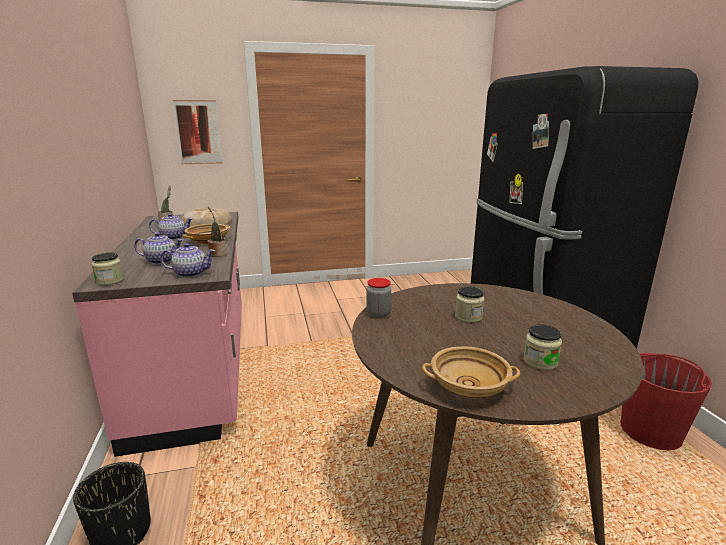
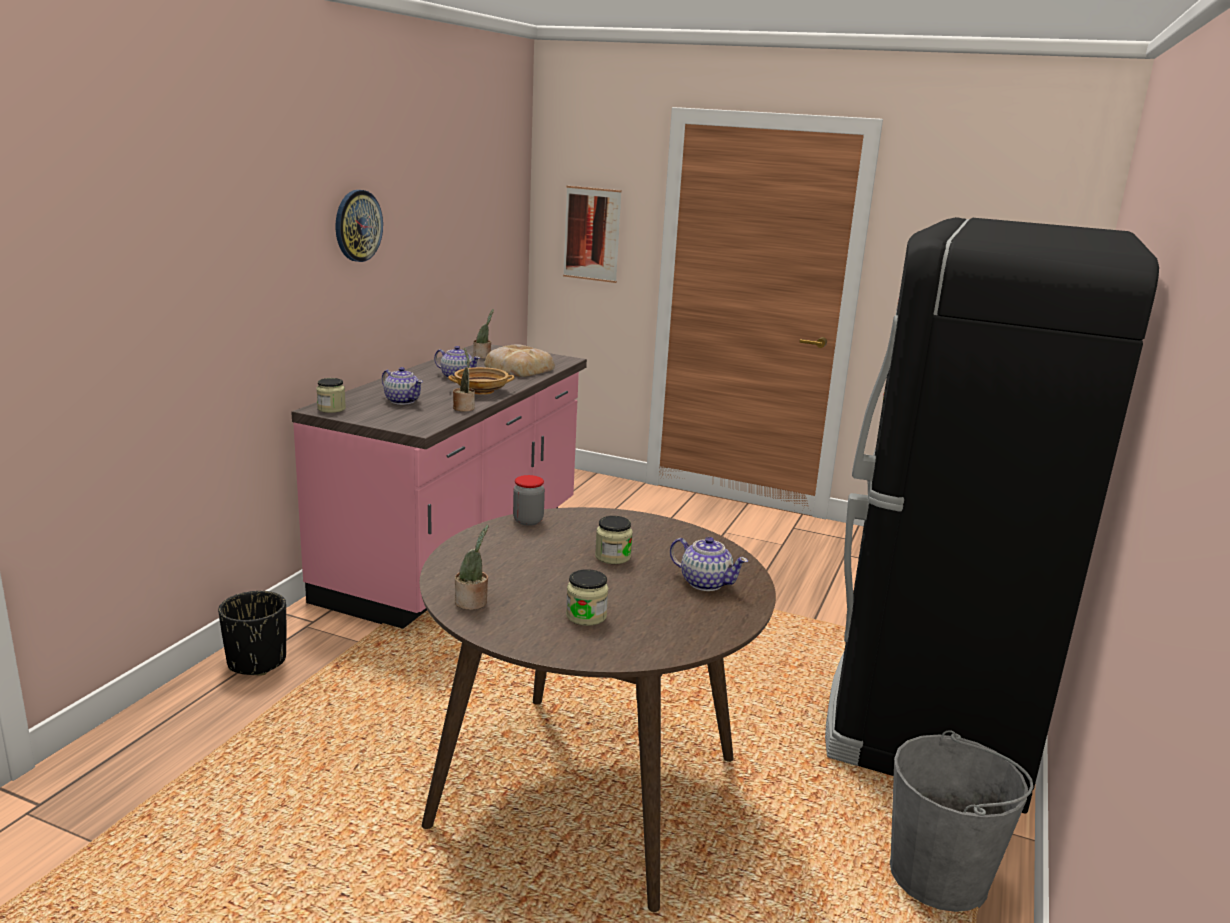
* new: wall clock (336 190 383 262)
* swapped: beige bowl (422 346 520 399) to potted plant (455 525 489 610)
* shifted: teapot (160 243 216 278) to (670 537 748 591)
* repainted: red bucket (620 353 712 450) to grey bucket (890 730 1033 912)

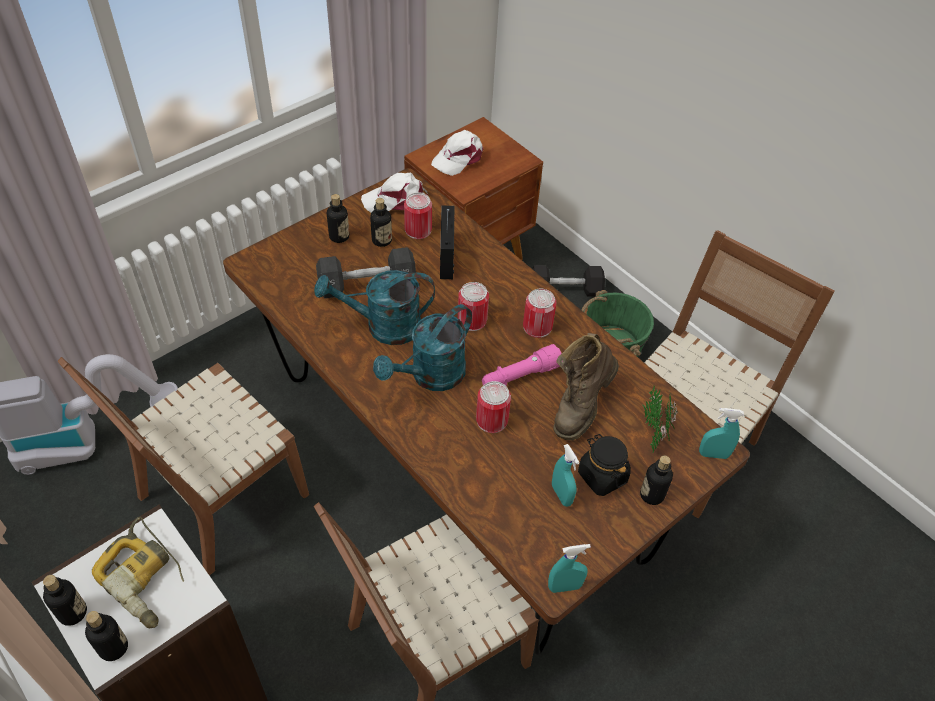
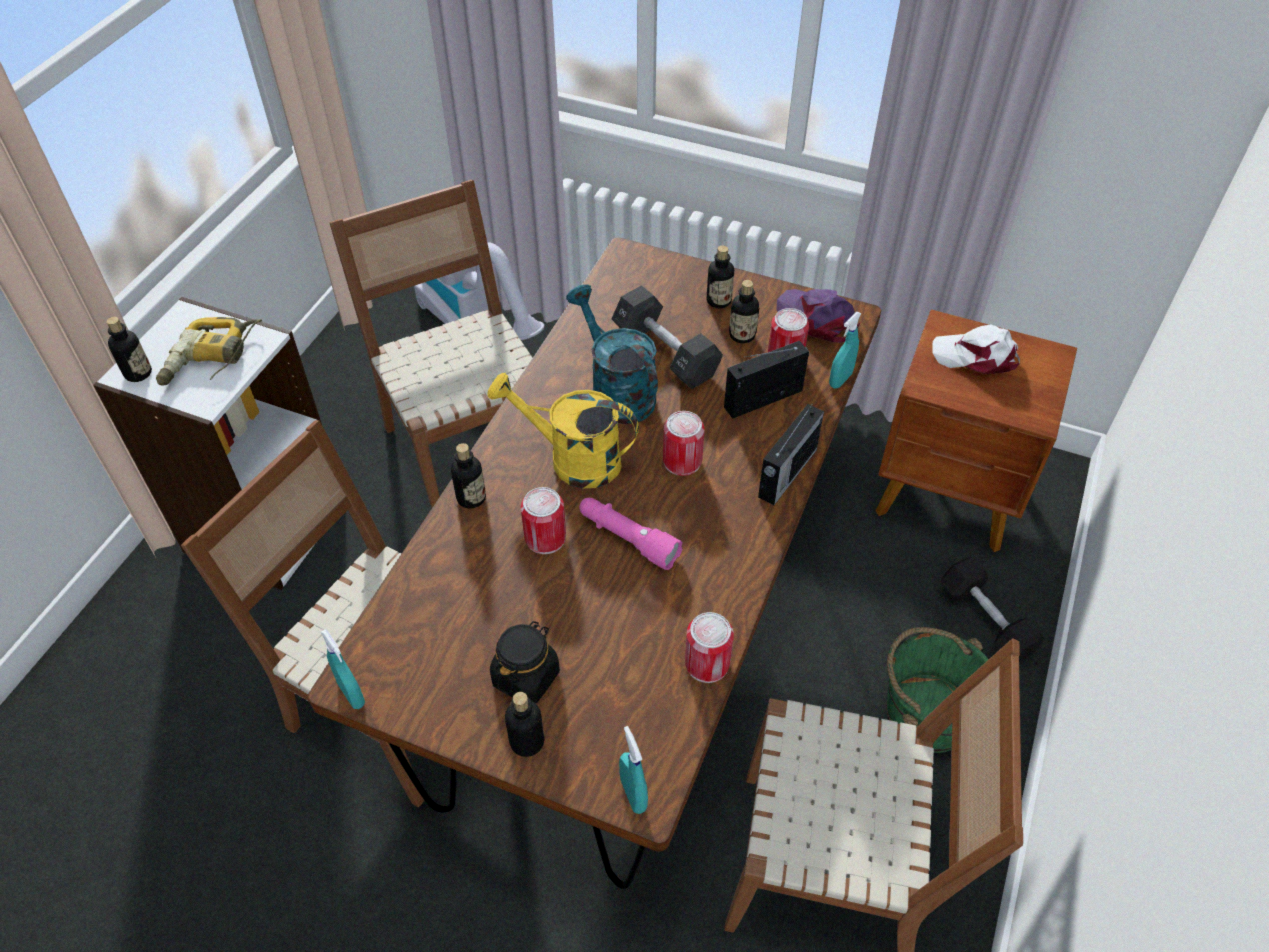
* rotated: chair (57 357 309 576) = (330 180 533 508) 45 degrees clockwise
* shifted: bottle (43 575 87 626) to (451 443 486 509)
* repainted: turquoise watering can (373 304 472 391) to yellow watering can (487 373 639 488)
* shifted: can (523 289 557 338) to (685 612 734 683)
* new: radio (758 403 824 505)
* repainted: white cap (361 173 428 213) to purple cap (777 289 860 343)
* shifted: turquoise spray bottle (552 444 580 507) to (829 312 861 389)
* gone: brown boot (553 333 619 440)
* gone: potted plant (642 386 678 454)

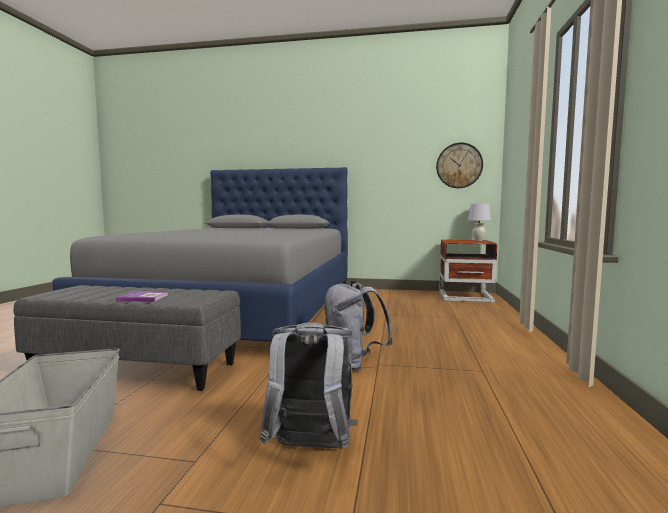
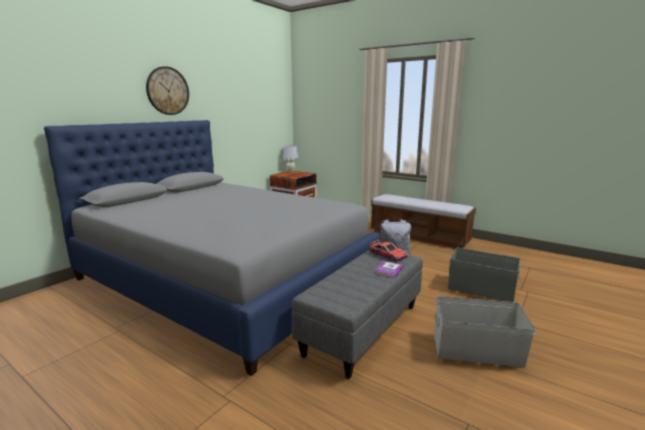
* shifted: wall clock (436 142 483 188) to (146 66 189 115)
* new: bench (370 194 476 248)
* new: toy car (370 240 407 262)
* swapped: grey backpack (260 322 357 448) to grey storage box (448 248 520 302)

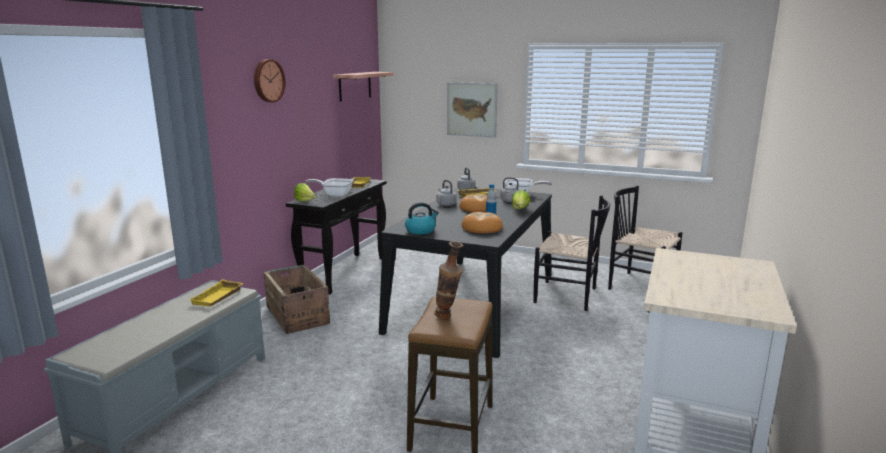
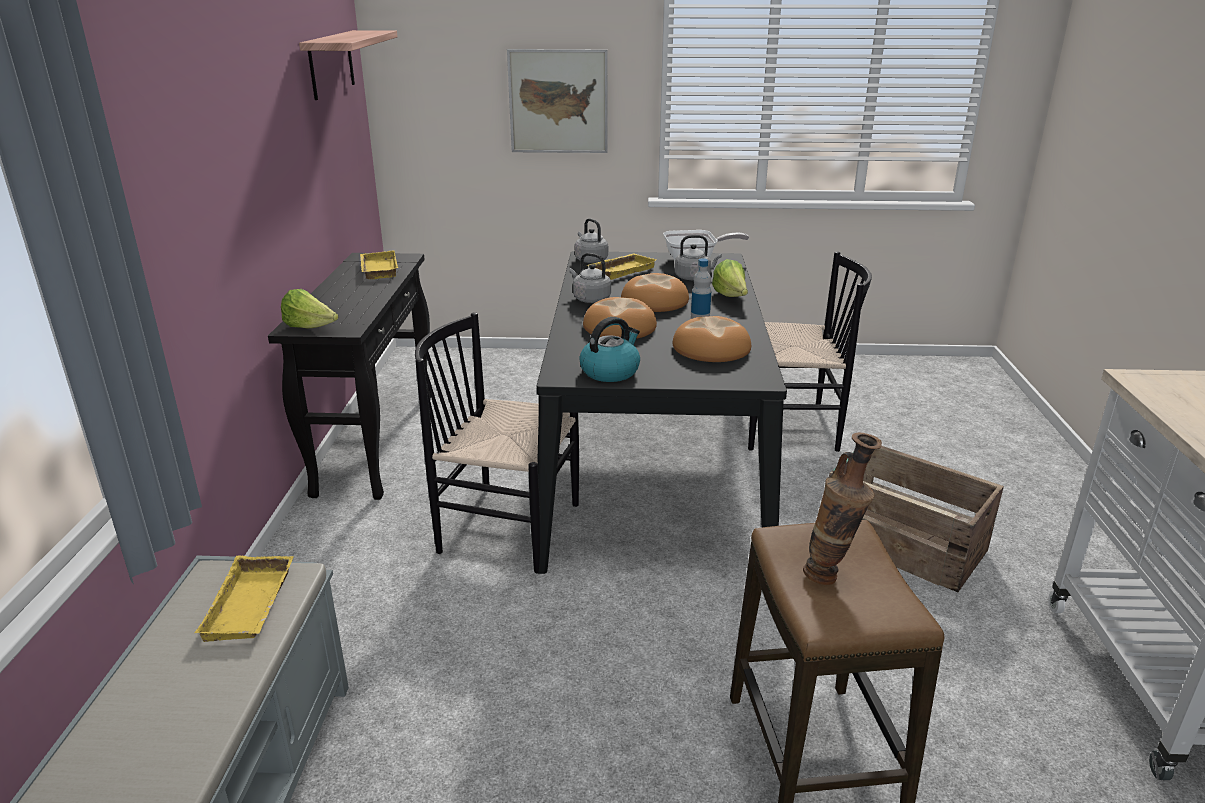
* shifted: black chair (608 186 682 290) to (415 312 579 573)
* new: bread (583 297 657 339)
* shifted: crate (263 265 330 334) to (829 446 1004 592)
* gone: wall clock (254 59 285 102)
* gone: frying pan (305 178 354 197)

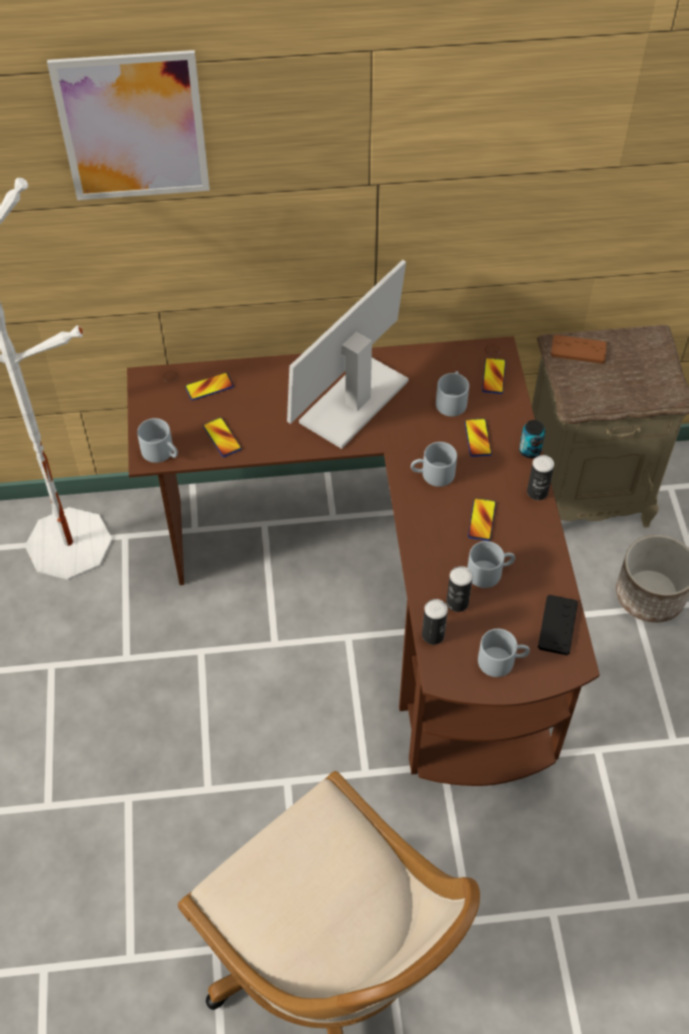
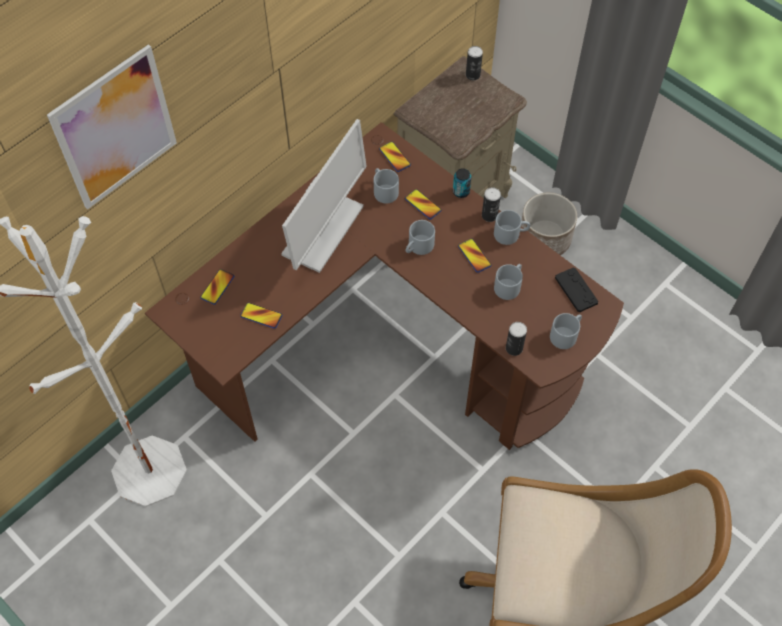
* rotated: monitor (287 260 409 449) = (281 119 367 273) 150 degrees counterclockwise
* shifted: can (446 566 473 612) to (466 46 483 80)
* shifted: grey mug (137 418 178 463) to (494 210 530 245)
* gone: brown game controller (551 335 607 364)

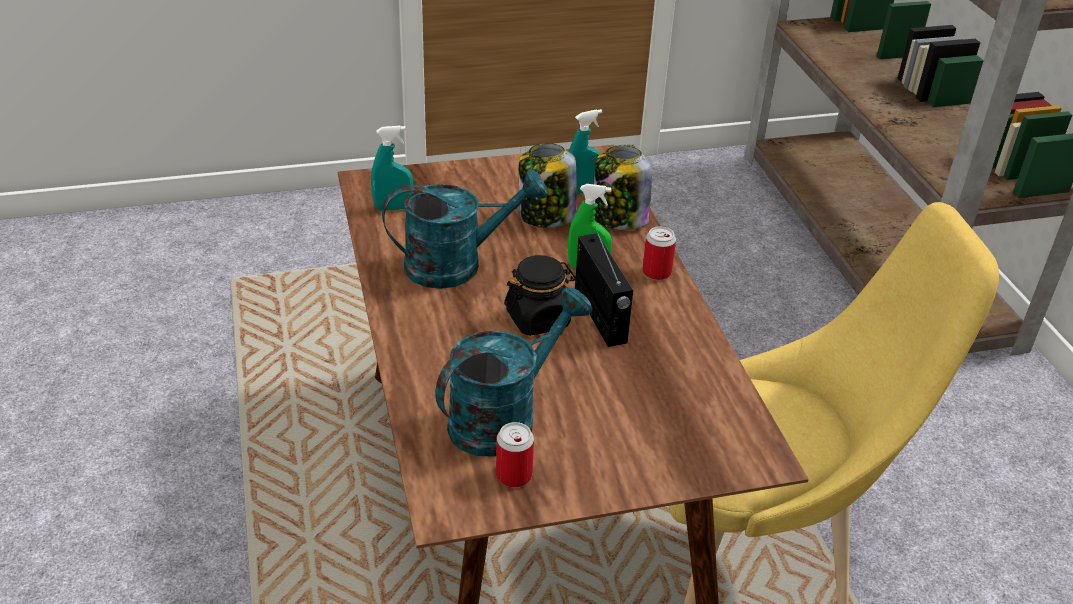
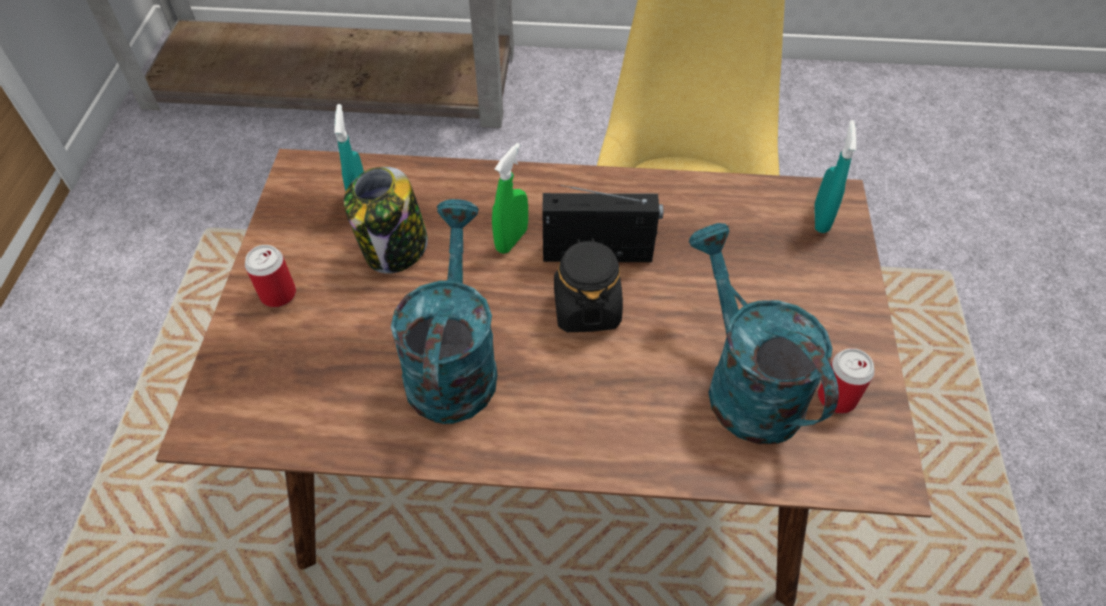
* shifted: can (642 226 676 280) to (245 245 296 307)
* shifted: turquoise spray bottle (371 126 413 211) to (814 120 857 233)
* gone: jar (594 145 652 230)

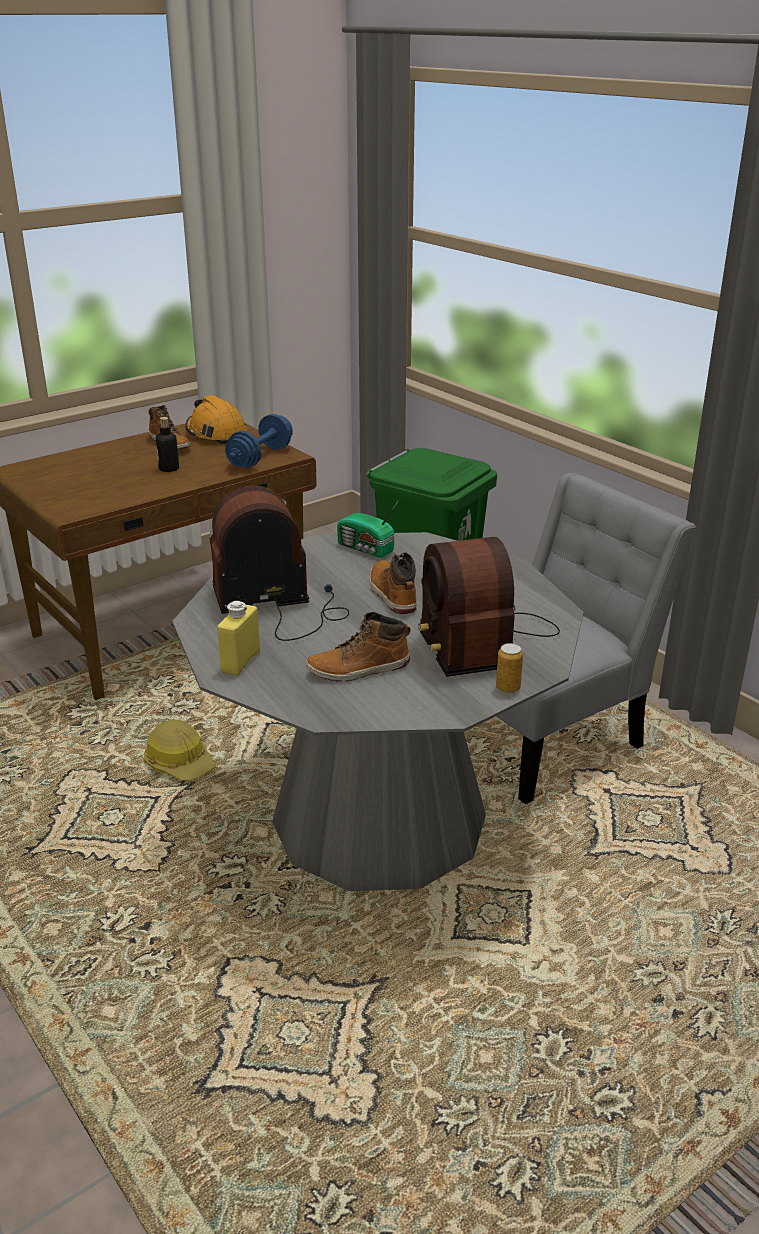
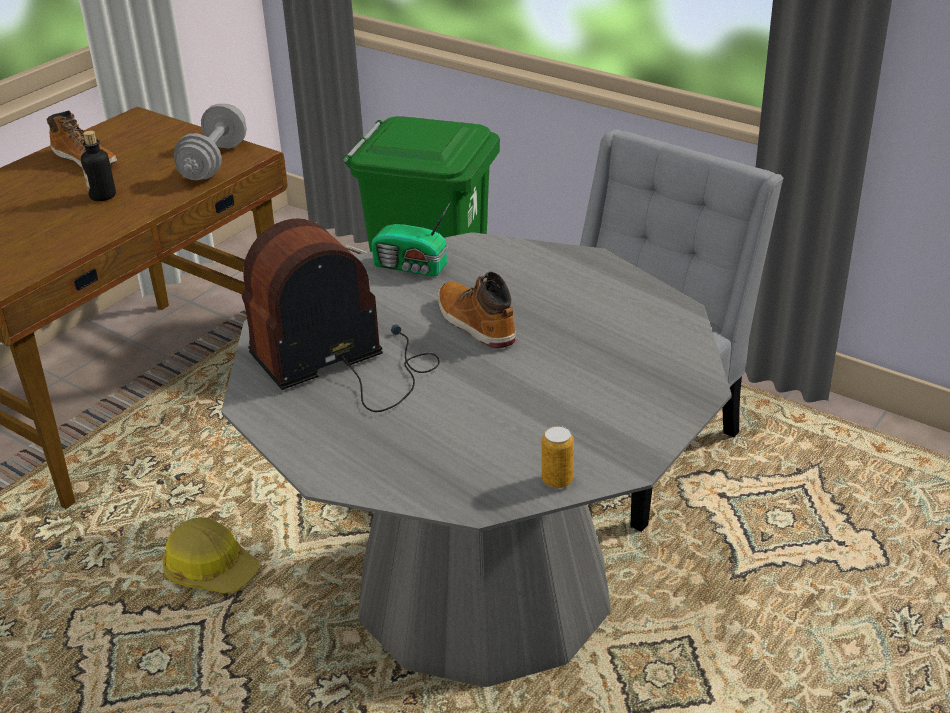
* repainted: blue dumbbell (225 414 293 468) to grey dumbbell (174 104 247 180)
* shifted: can (496 643 523 693) to (542 426 574 488)
* gone: orange hard hat (186 395 246 444)
* gone: yellow bottle (217 601 260 676)
* gone: boot (306 612 410 682)
* gone: radio (418 537 560 677)

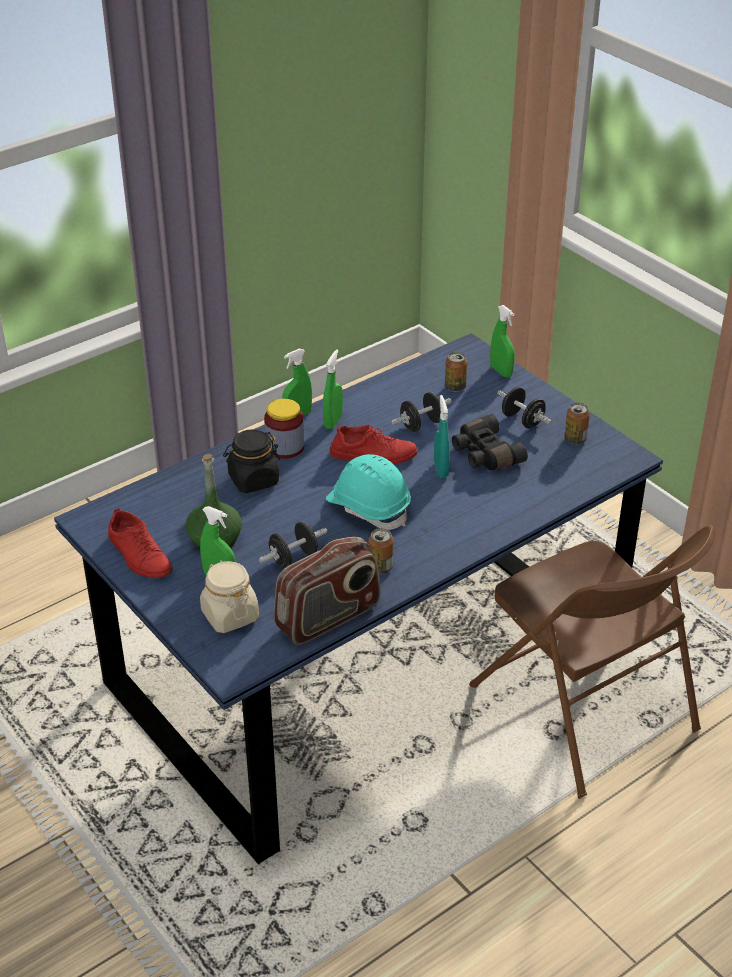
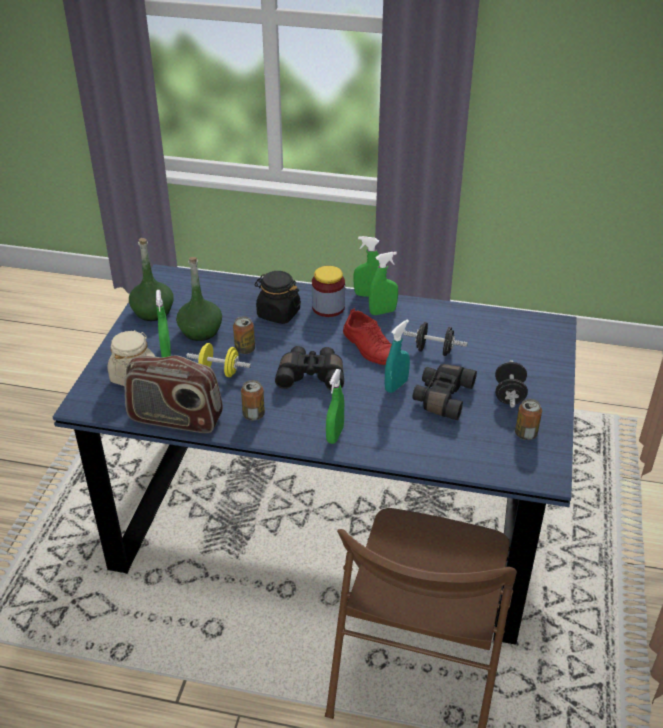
* swapped: red shoe (108 508 173 578) to green bottle (129 238 174 321)
* repainted: black dumbbell (259 522 328 568) to yellow dumbbell (186 343 251 377)
* shifted: can (445 352 467 392) to (233 316 255 354)
* swapped: turquoise hard hat (326 454 411 530) to black binoculars (275 346 344 390)
* shifted: green spray bottle (490 305 515 377) to (326 369 344 444)

